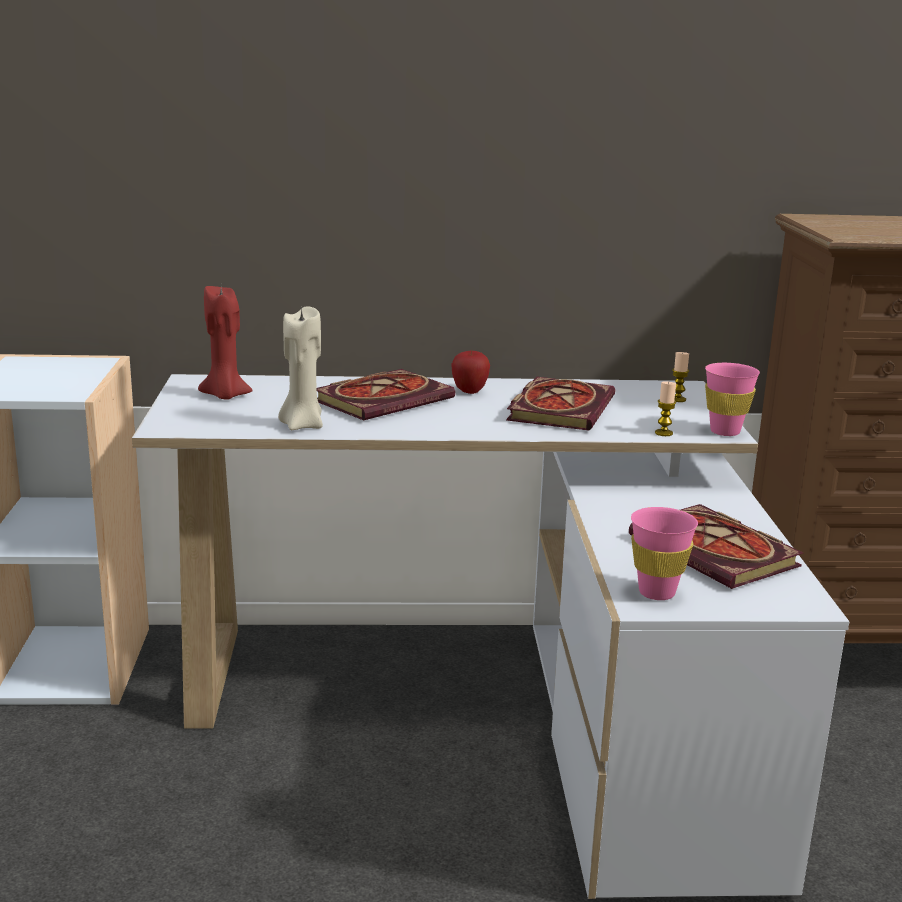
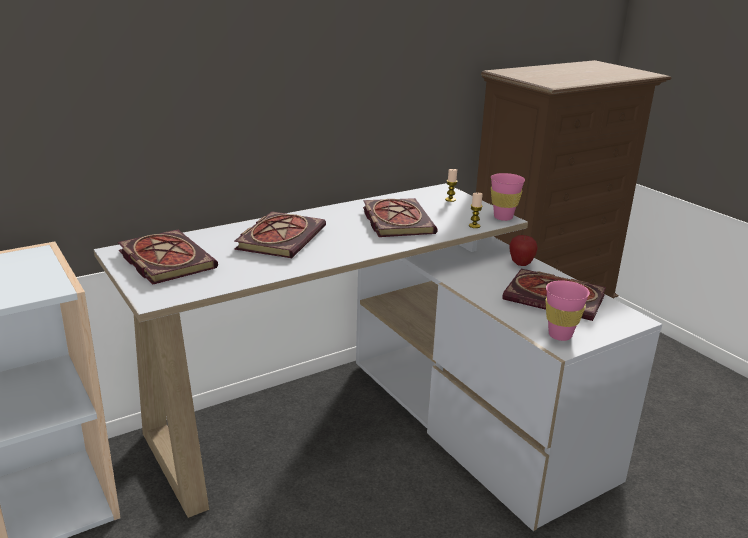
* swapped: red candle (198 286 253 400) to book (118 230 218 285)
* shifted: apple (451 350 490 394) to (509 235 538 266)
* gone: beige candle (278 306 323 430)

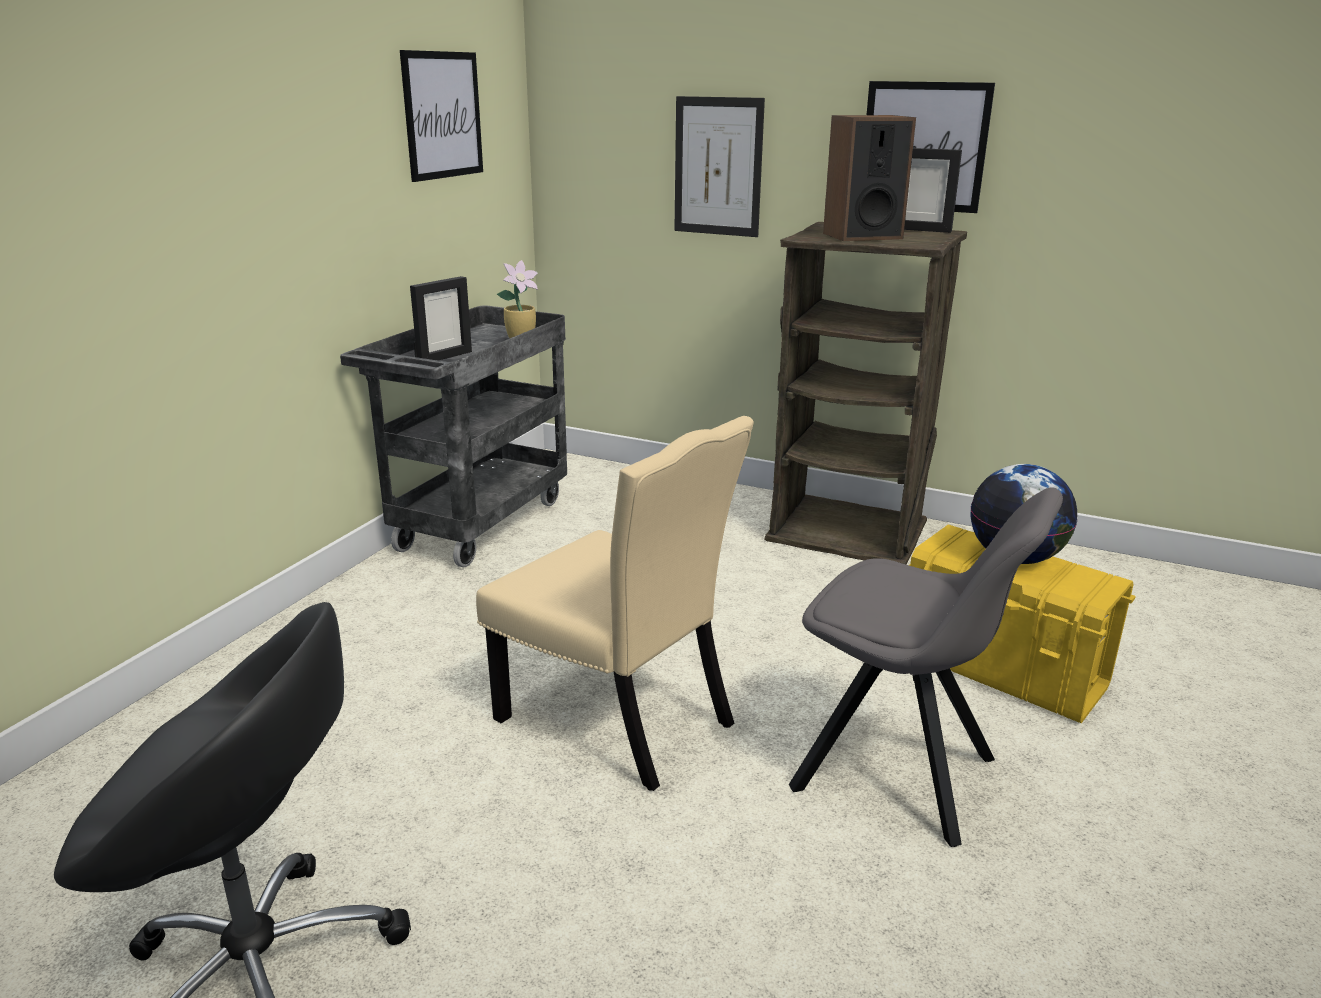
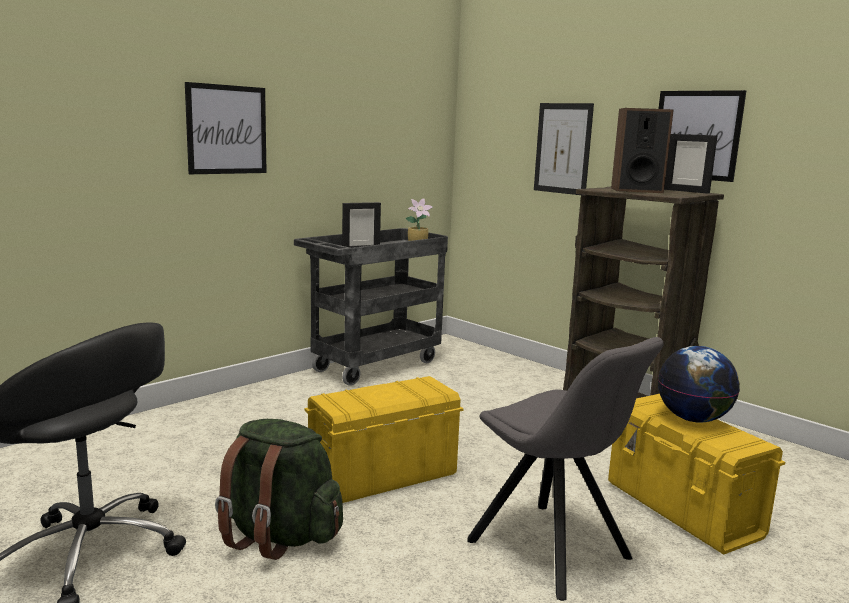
* shifted: picture (400 50 483 182) to (185 82 267 174)
* new: green backpack (215 419 343 560)
* swapped: beige chair (476 416 754 791) to yellow storage box (305 376 464 503)

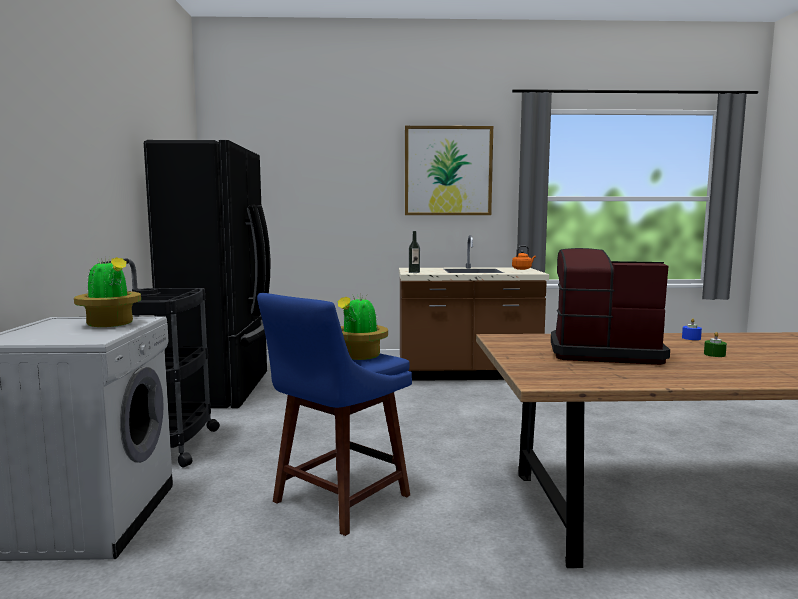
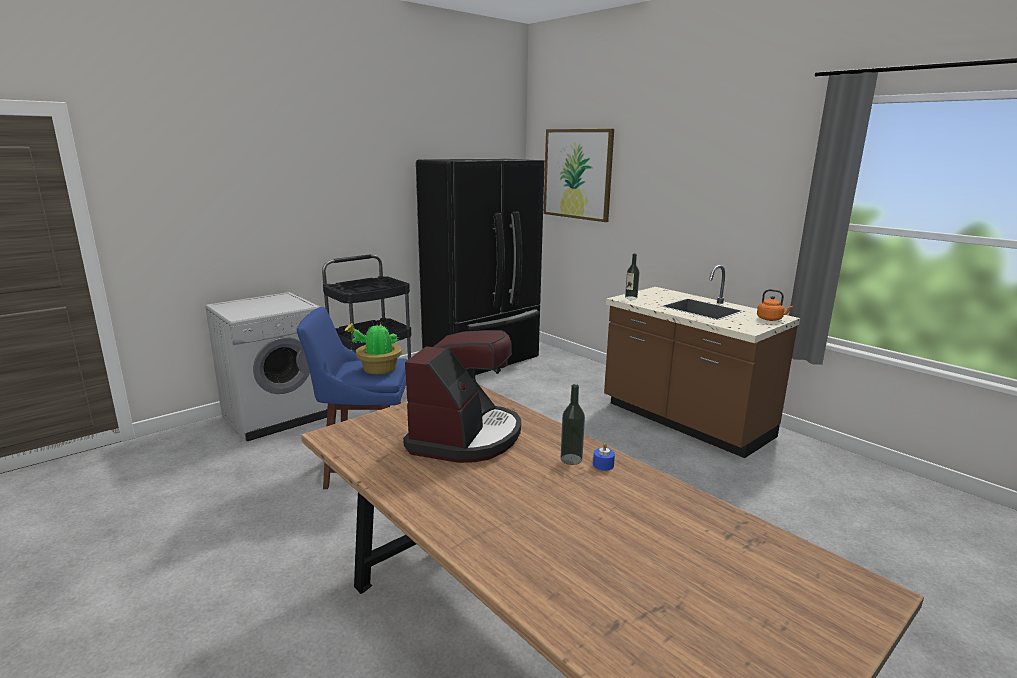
* rotated: coffee machine (551 248 670 365) = (403 330 521 463) 45 degrees clockwise
* shifted: picture (405 126 493 215) to (543 129 614 222)
* new: bottle (561 384 585 465)
* gone: potted plant (74 257 141 327)
* gone: green candle (704 332 727 357)

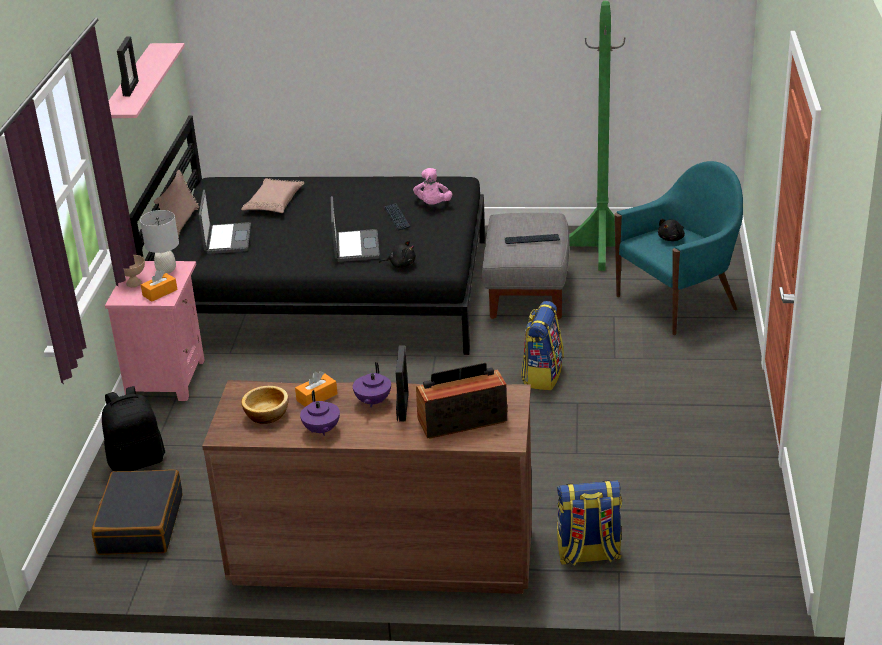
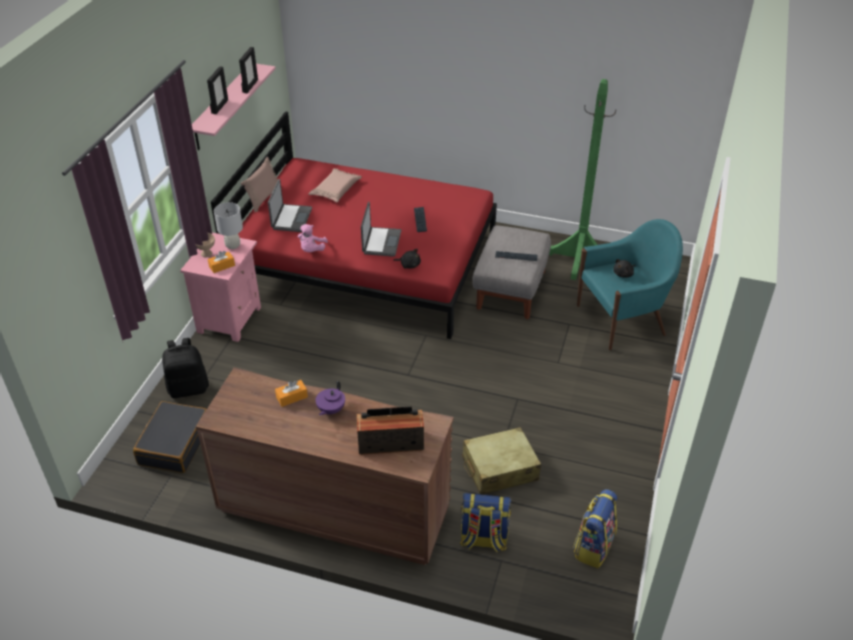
* repainted: black bed (130 116 485 355) to red bed (211 112 497 339)
* shifted: picture frame (396 345 409 421) to (239 47 258 93)
* shifted: pink plush toy (413 168 452 205) to (298 224 328 252)
* new: beige suitcase (462 427 541 495)
* shifted: backpack (521 301 564 390) to (573 489 617 568)
* gone: bowl (241 386 288 424)
* gone: purple teapot (300 390 340 436)

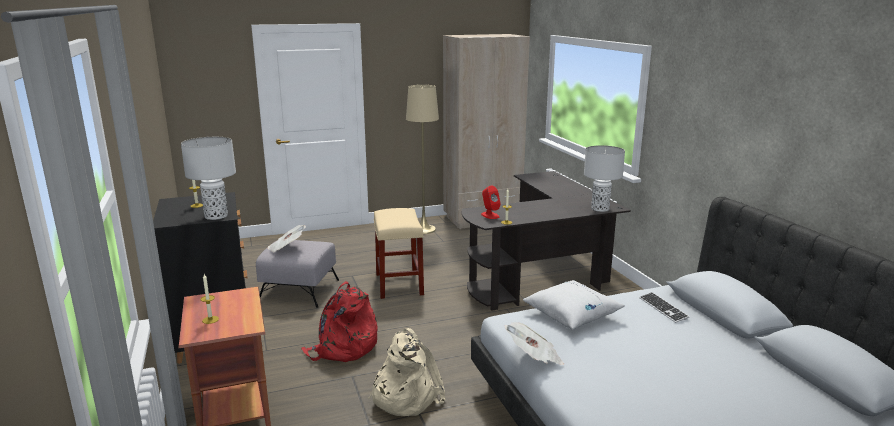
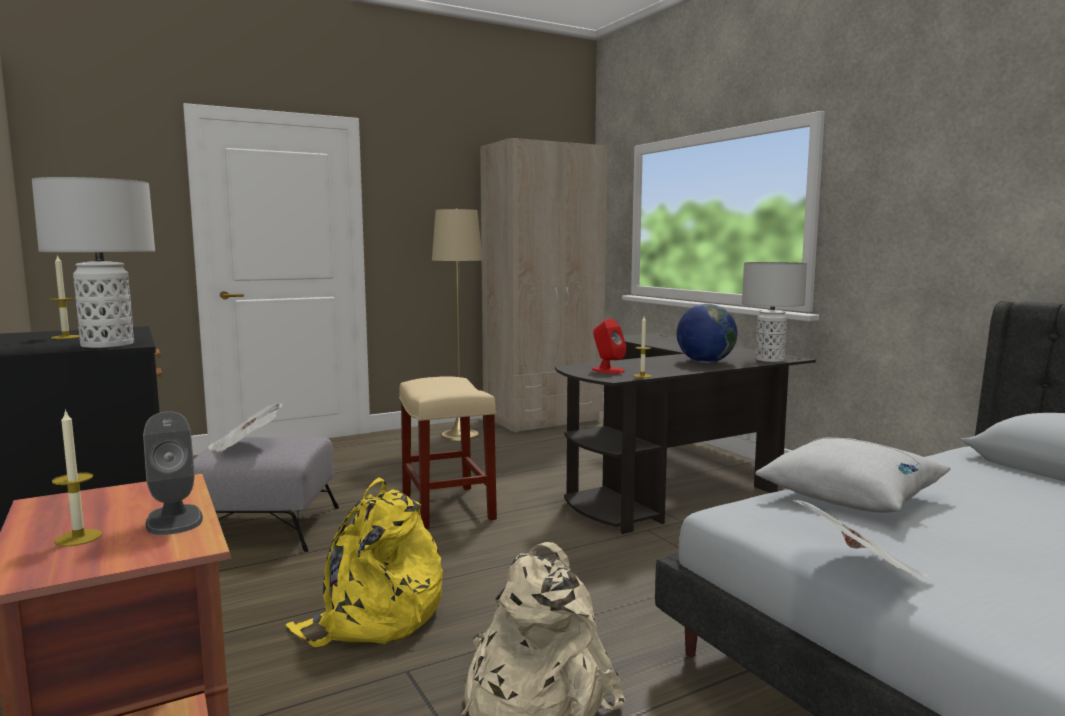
* new: grey speaker (143 411 203 535)
* repainted: red backpack (301 281 378 362) to yellow backpack (285 477 443 647)
* new: globe (677 304 737 363)
* gone: keyboard (639 292 689 323)

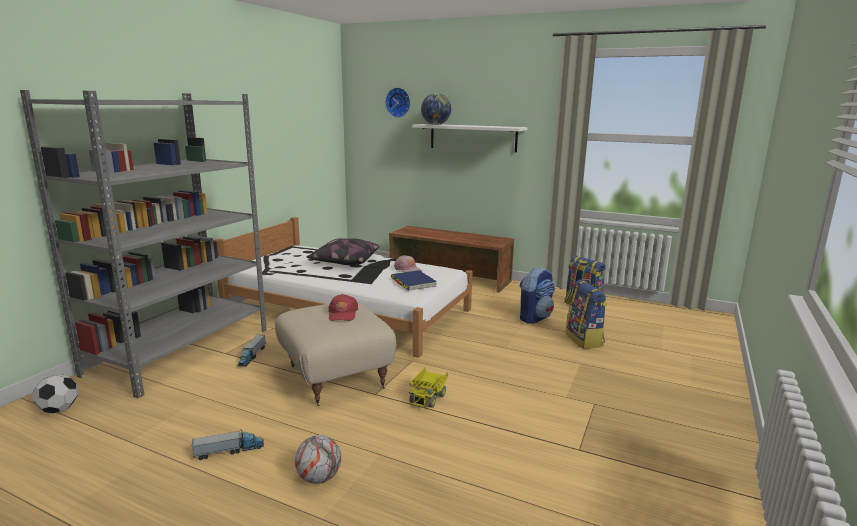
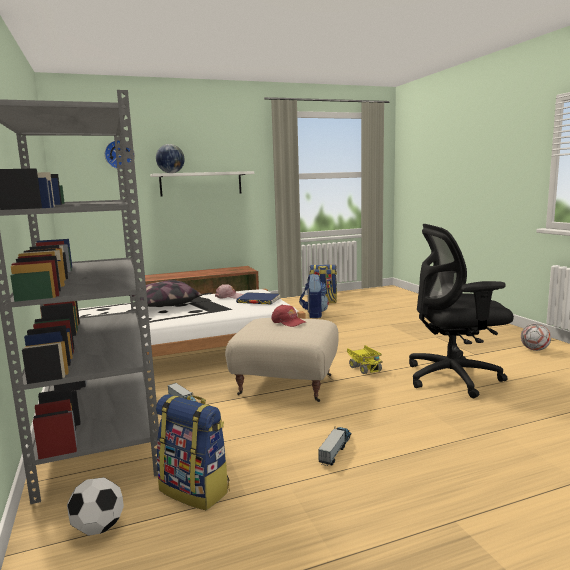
* shifted: backpack (566 280 607 349) to (156 394 229 511)
* new: black office chair (409 224 514 398)
* shifted: football (295 435 341 484) to (521 323 551 351)

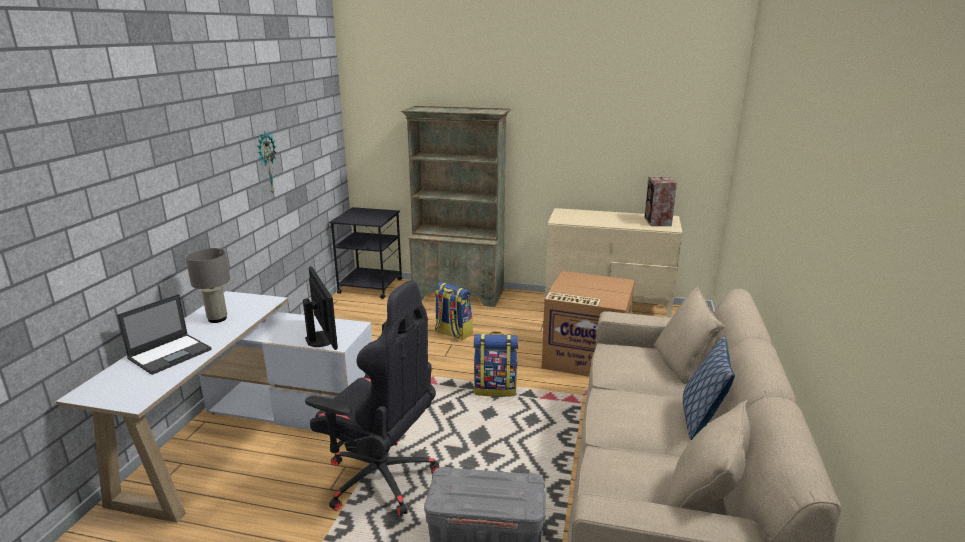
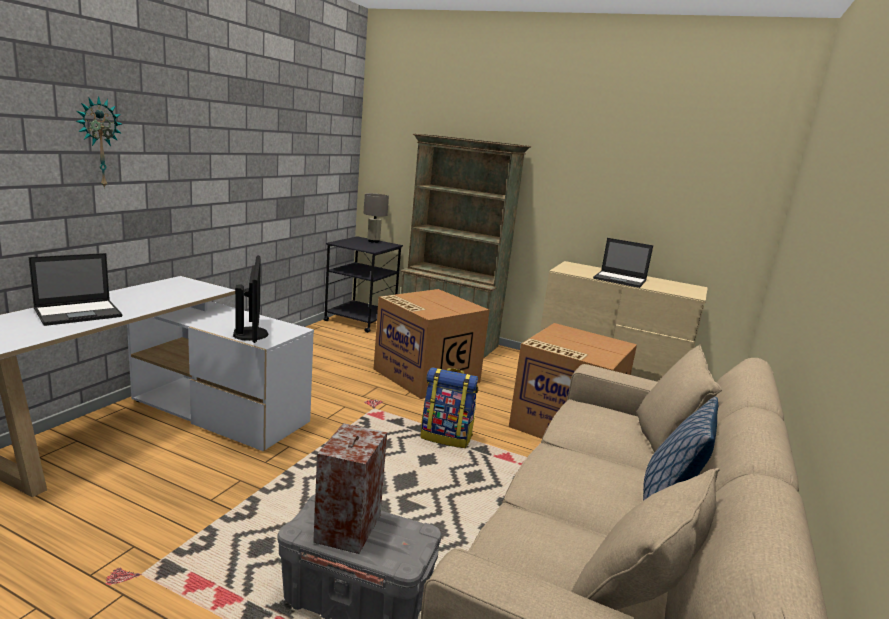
* shifted: wall clock (257 132 277 193) to (76 96 122 189)
* shifted: speaker (644 177 677 226) to (313 423 387 554)
* shifted: grey table lamp (186 248 230 323) to (364 193 389 243)
* swapped: backpack (435 282 473 340) to cardboard box (374 289 490 399)
* new: laptop (593 238 653 288)
* gone: black office chair (305 280 439 516)

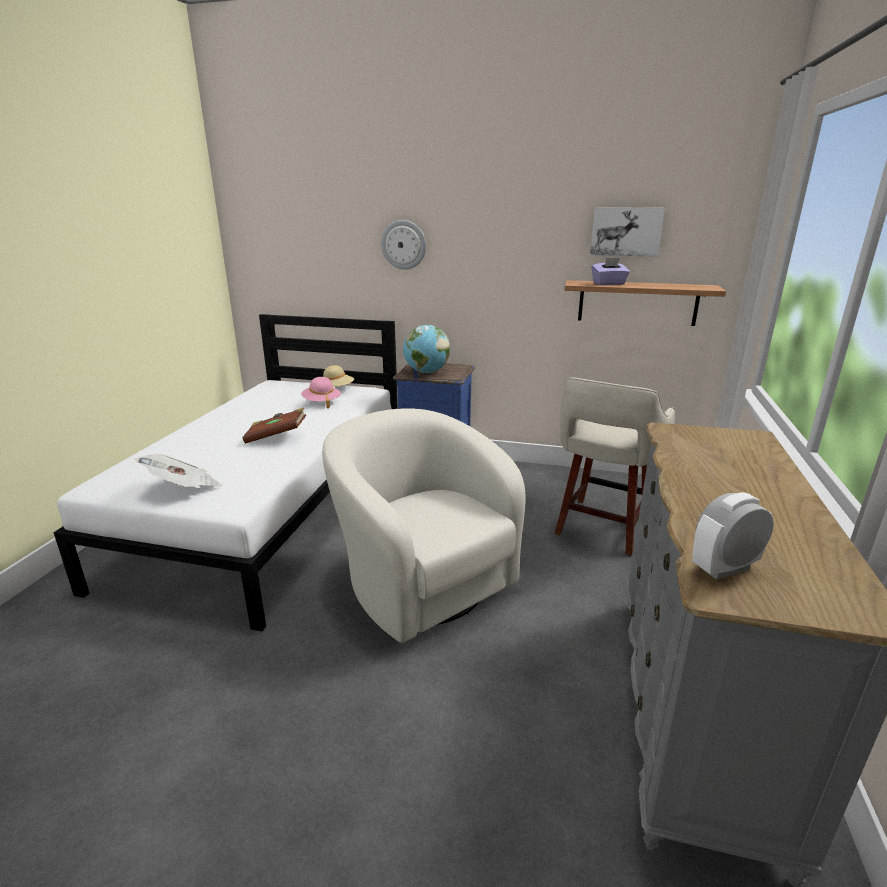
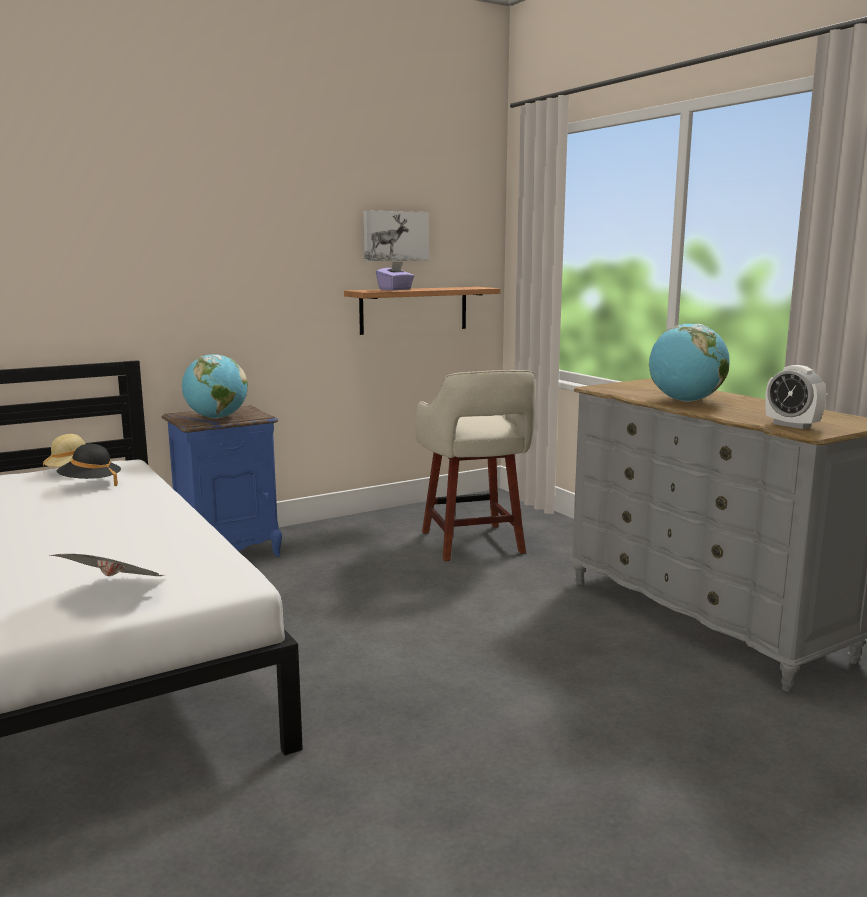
* repainted: pink hat (301 377 341 409) to black hat (57 444 121 486)
* new: globe (649 324 730 402)
* rotated: alarm clock (692 492 774 580) = (765 365 826 429) 60 degrees counterclockwise
* gone: brown book (242 408 306 443)
* gone: beige armchair (322 408 525 643)
* gone: wall clock (381 220 426 269)

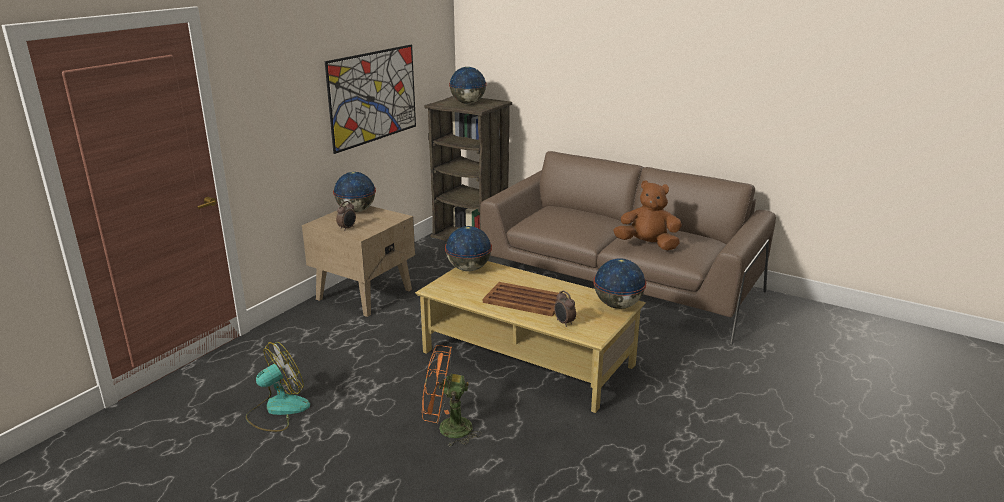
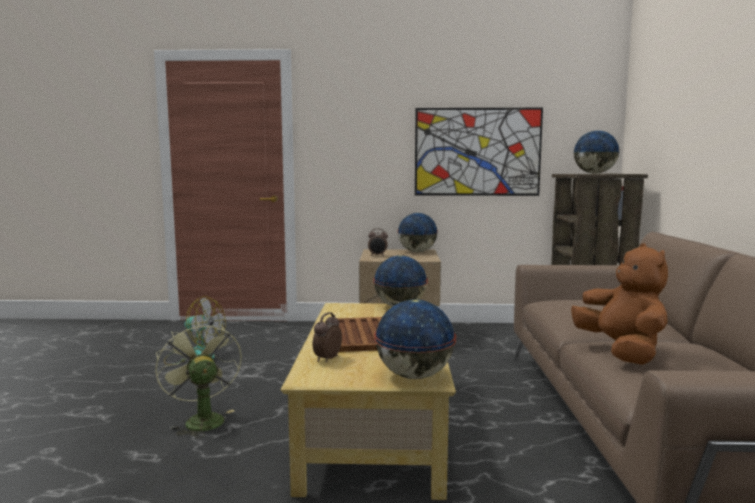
* repainted: orange fan (422 345 482 447) to green fan (156 321 242 438)

